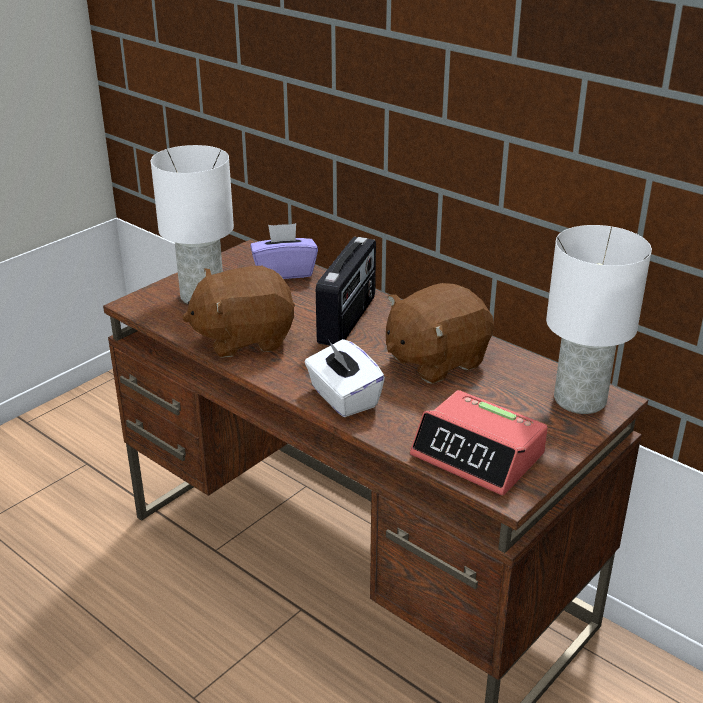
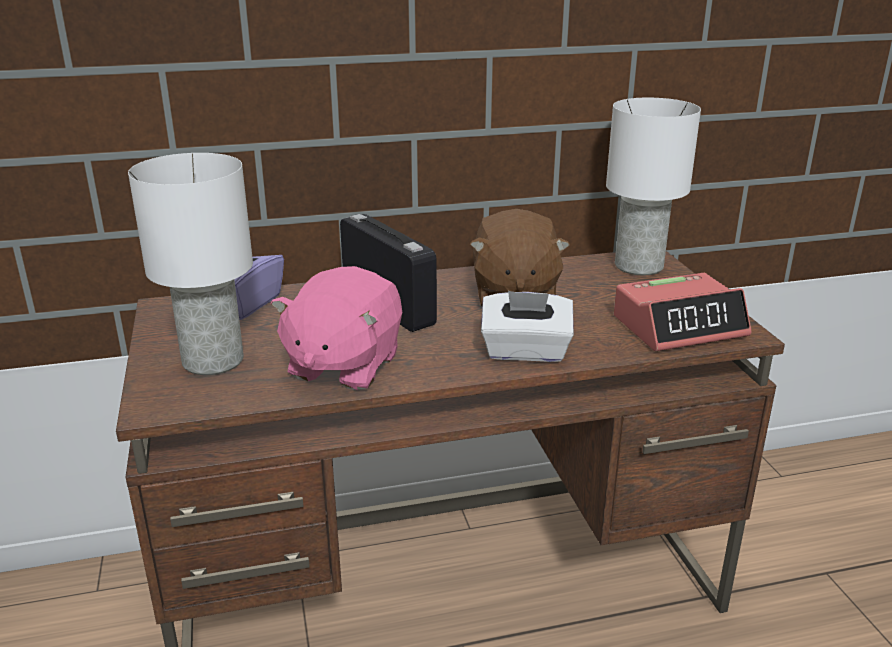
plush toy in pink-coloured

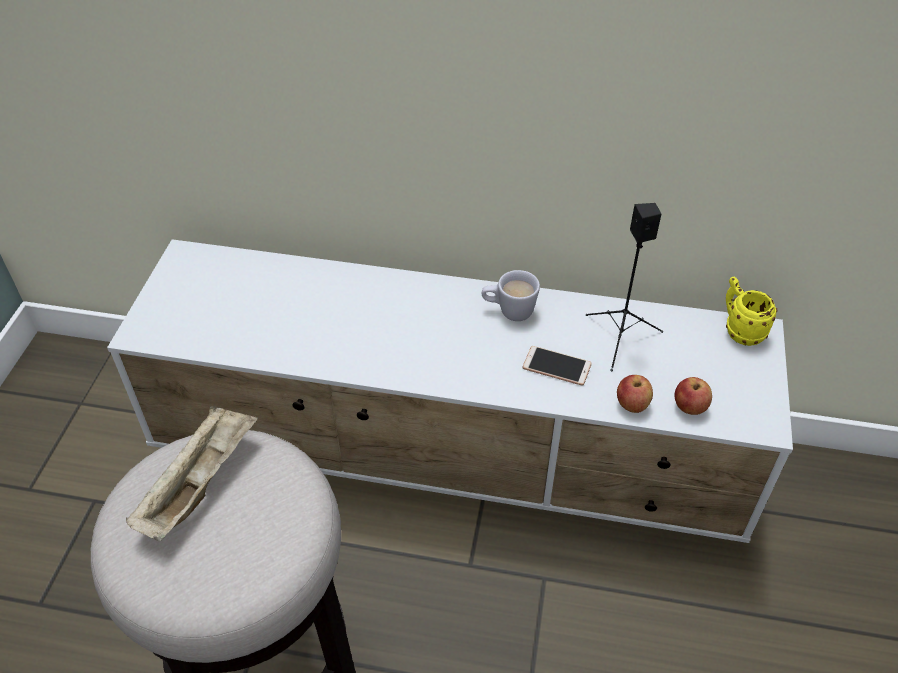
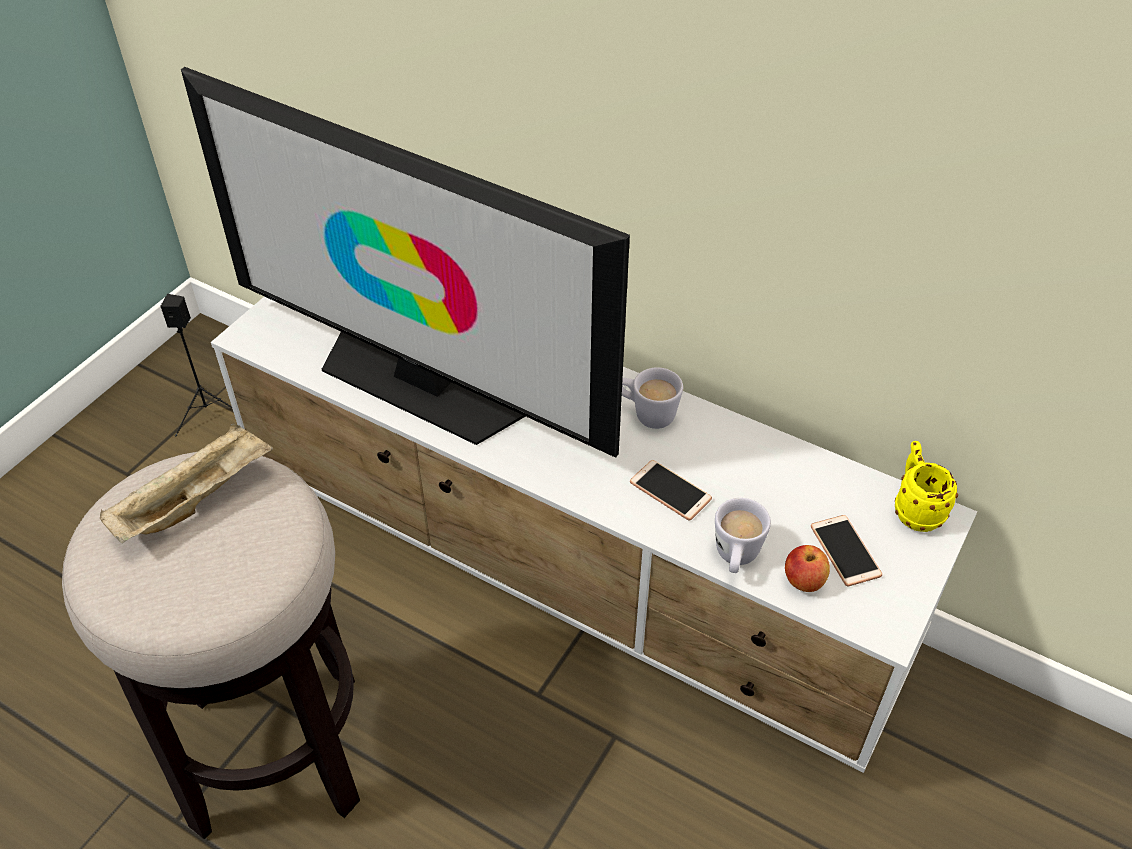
TV set
handset (no. 2 from left)
audio speaker in black
mug in whitish (no. 2 from left)

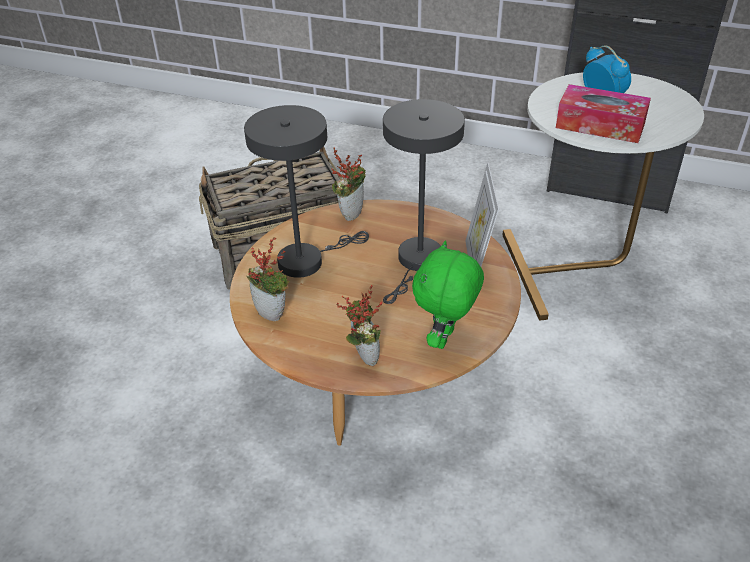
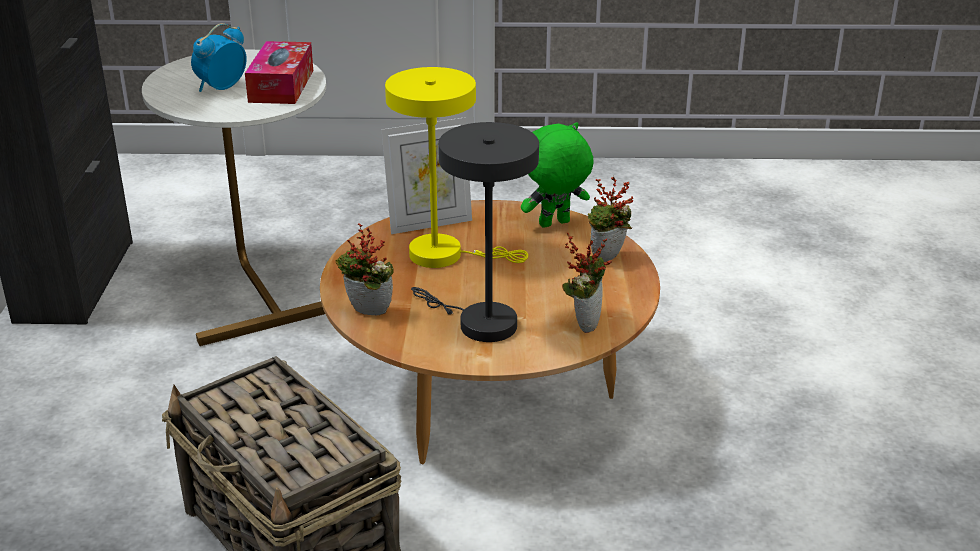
table lamp in yellow
plush toy in greenish

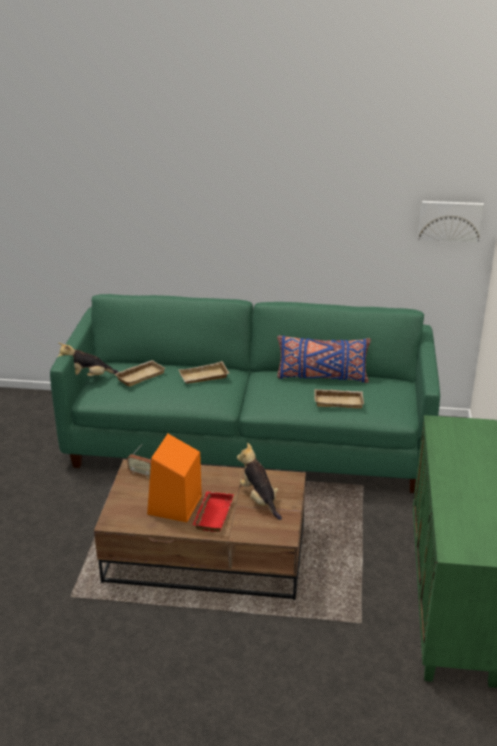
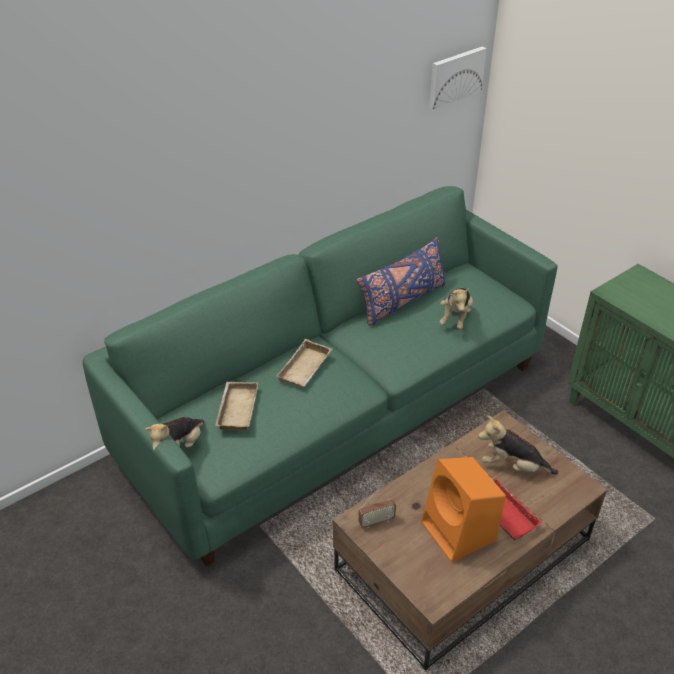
plush toy (no. 2 from left)

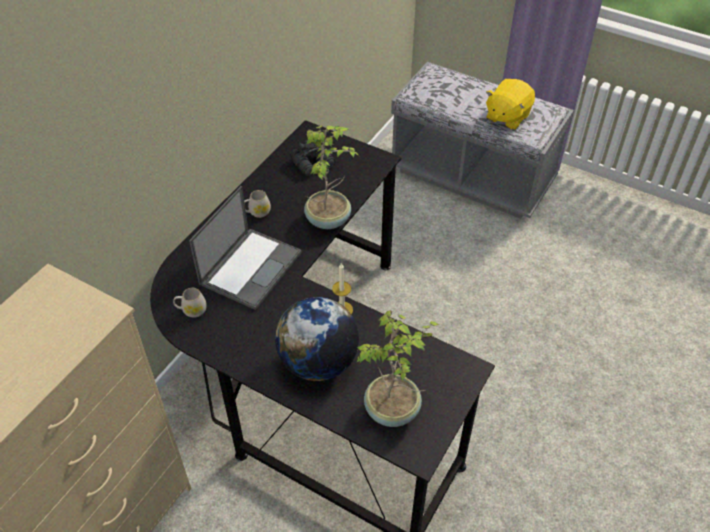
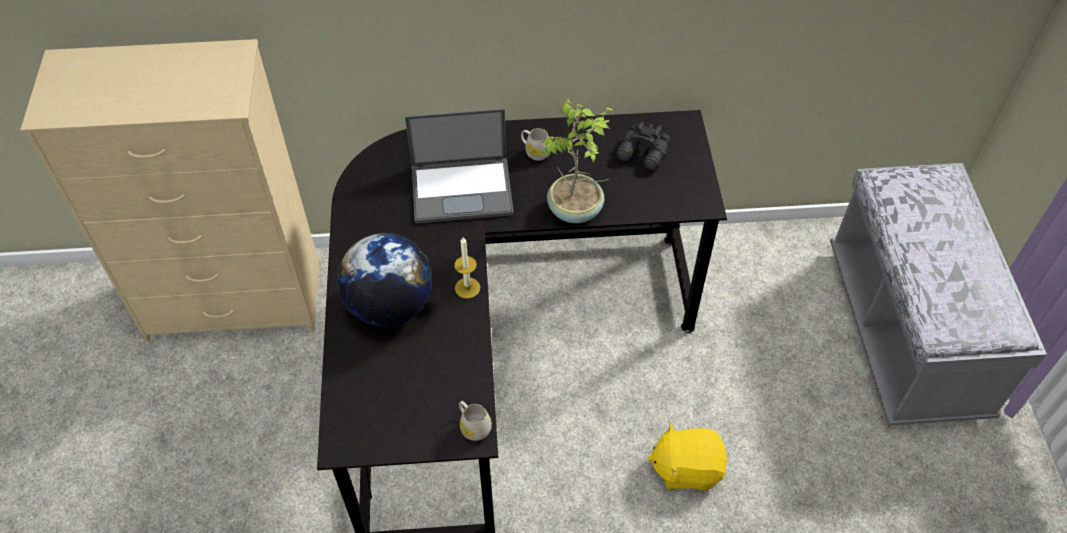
potted plant (no. 2 from left in the first image)
mug in whitish (no. 1 from left)
plush toy in yellow

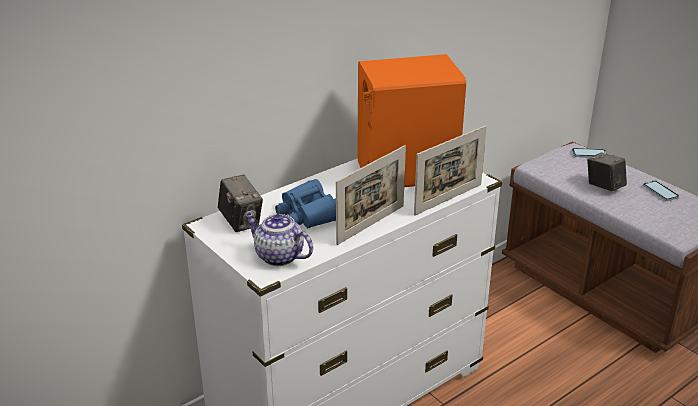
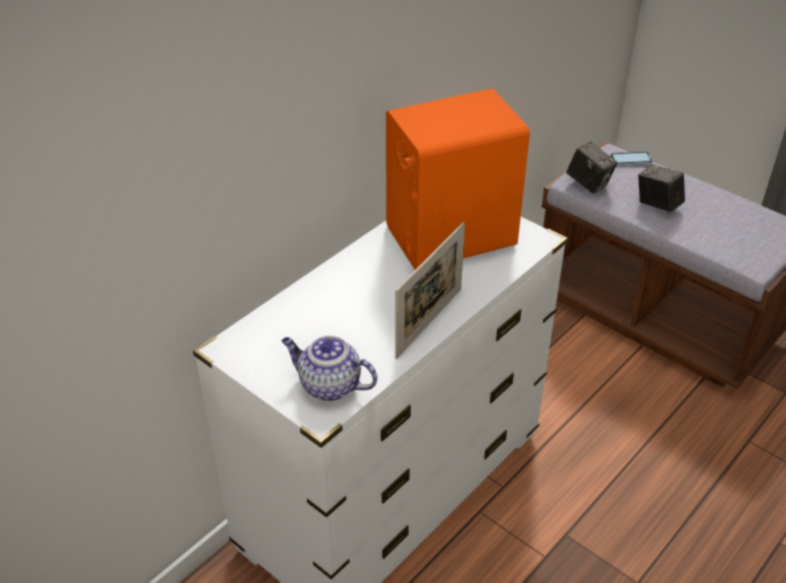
field glasses in blue
photo frame (no. 2 from left in the first image)
handset (no. 2 from left in the first image)
photo camera (no. 1 from left)

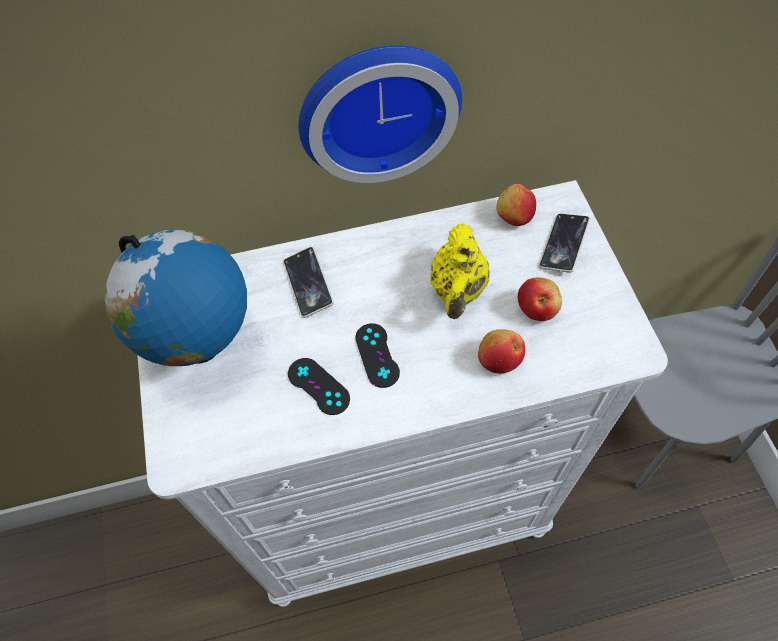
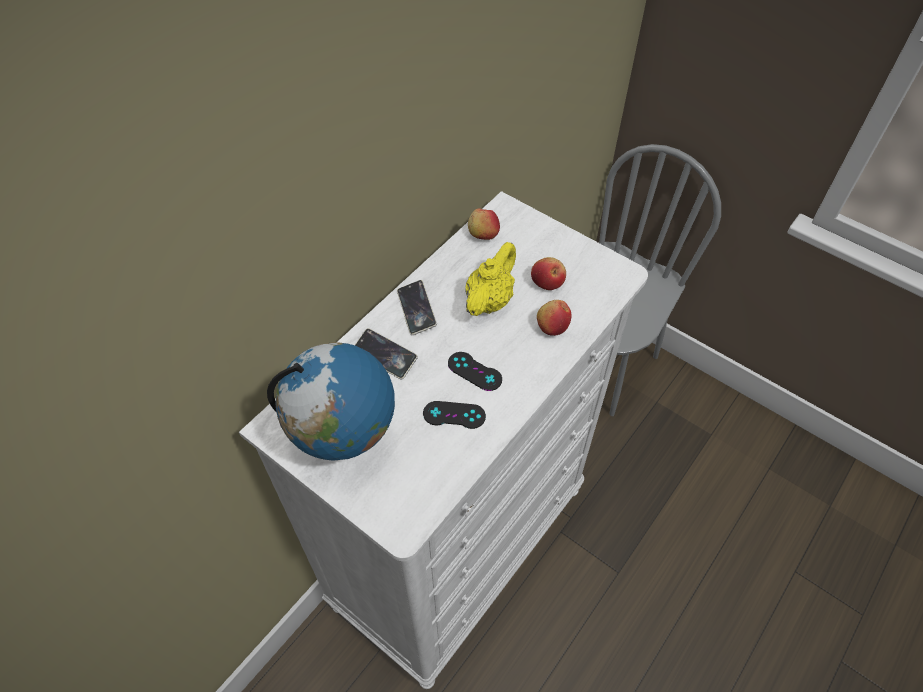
hanging clock
handset (no. 2 from left)
tea pot in yellow

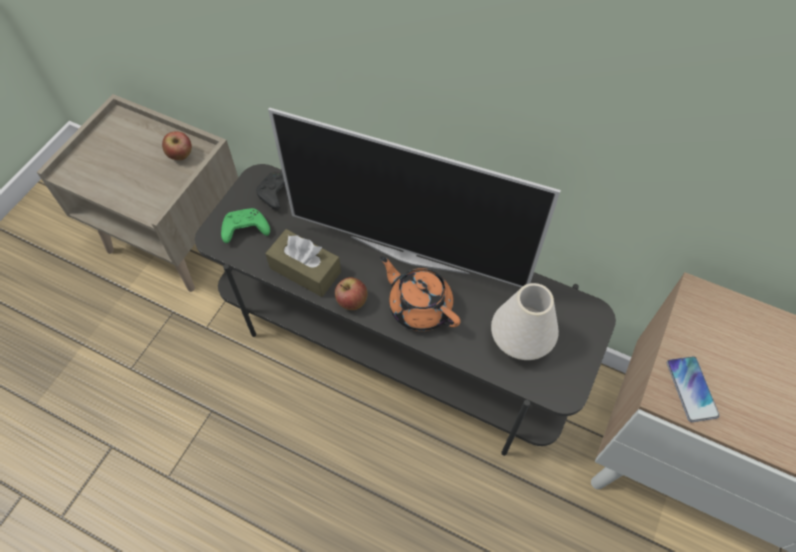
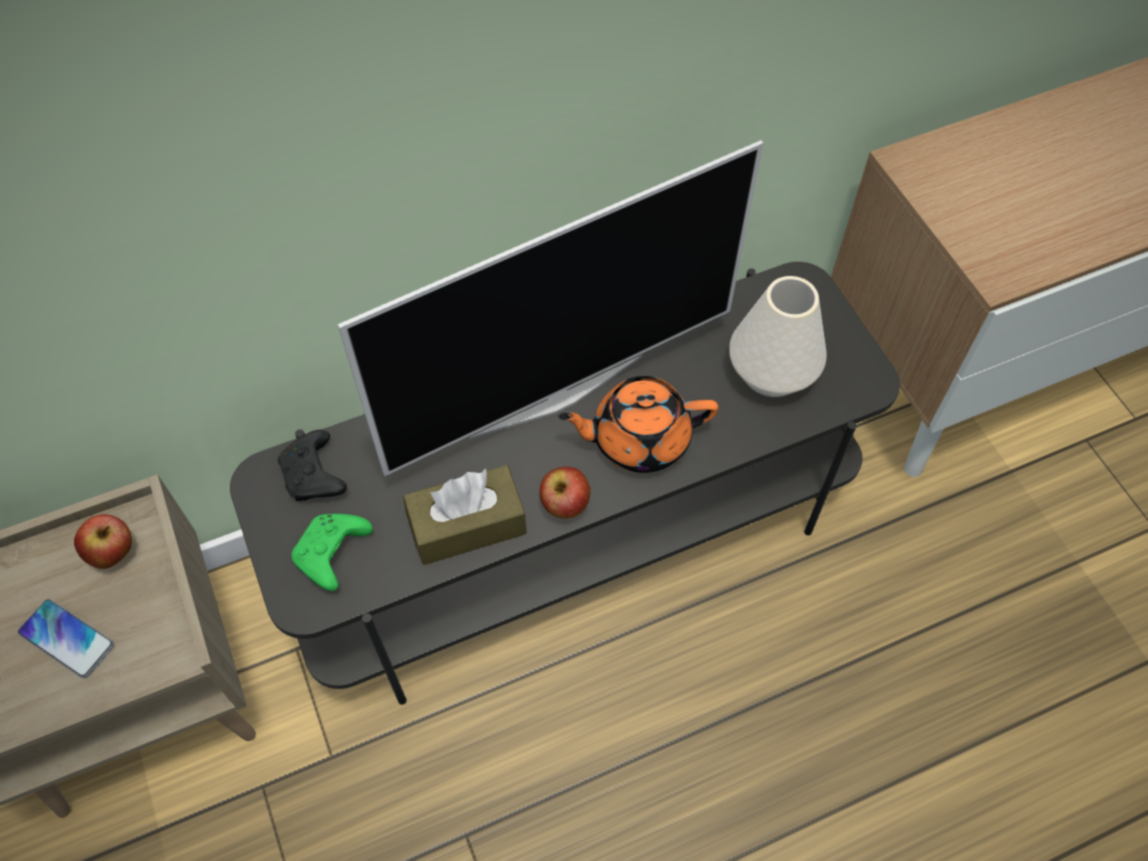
handset

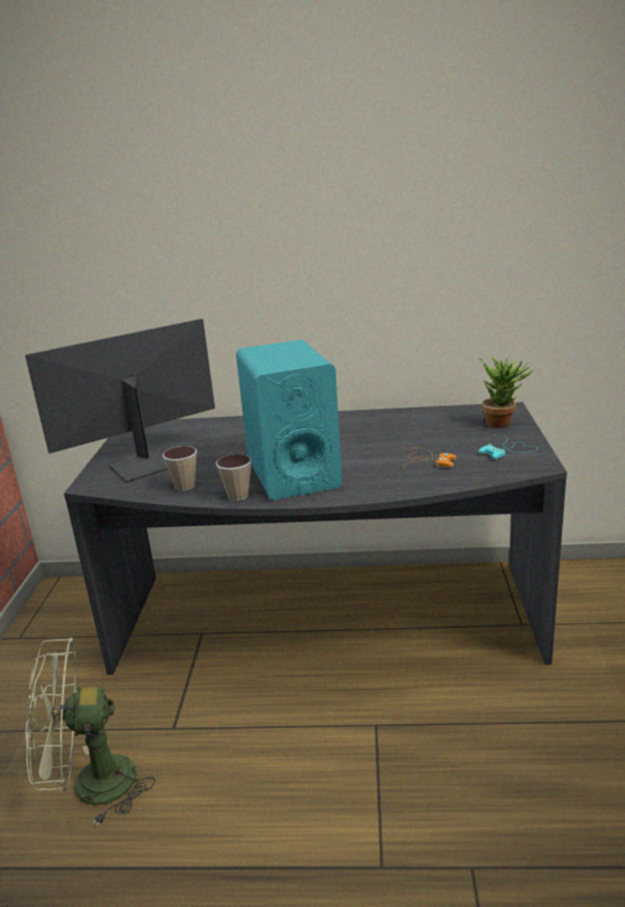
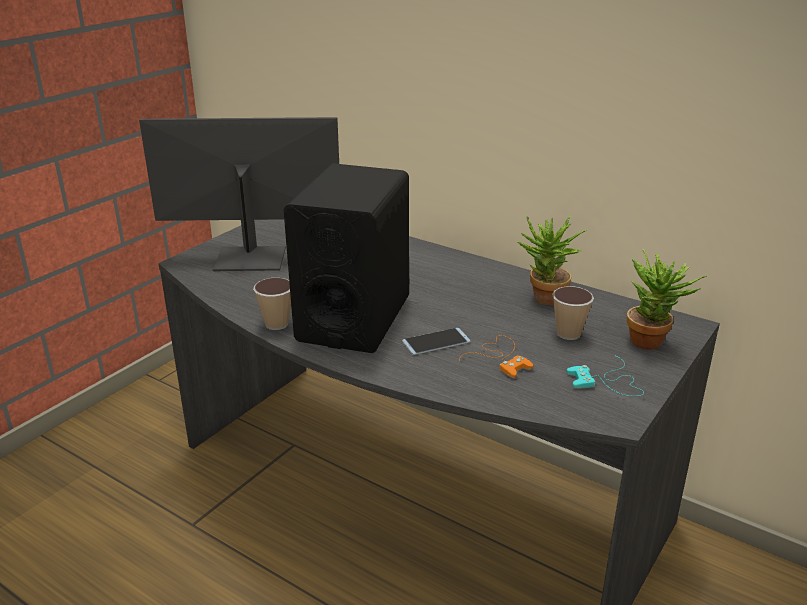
fan in greenish
handset
potted plant (no. 1 from left)
cup (no. 2 from left)
audio speaker in black

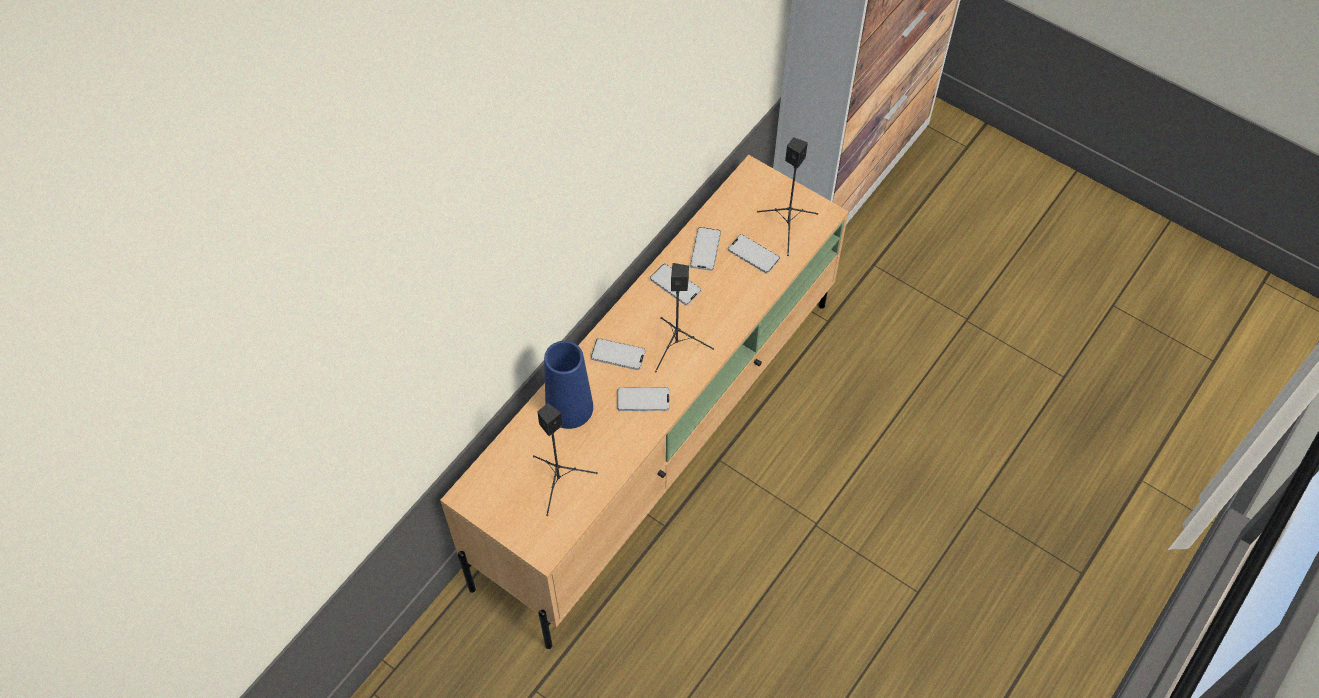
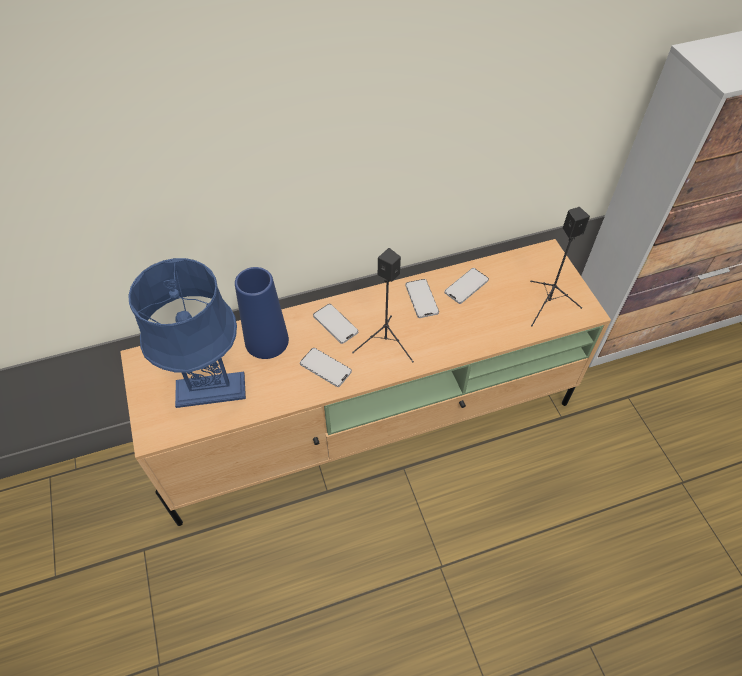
handset (no. 5 from left in the first image)
table lamp in blue

